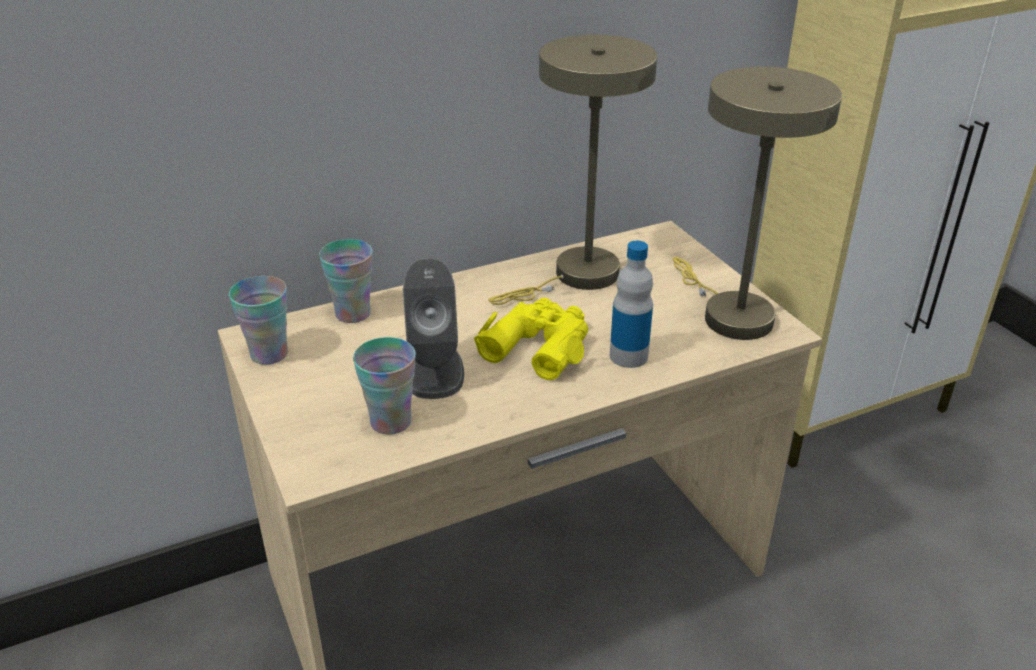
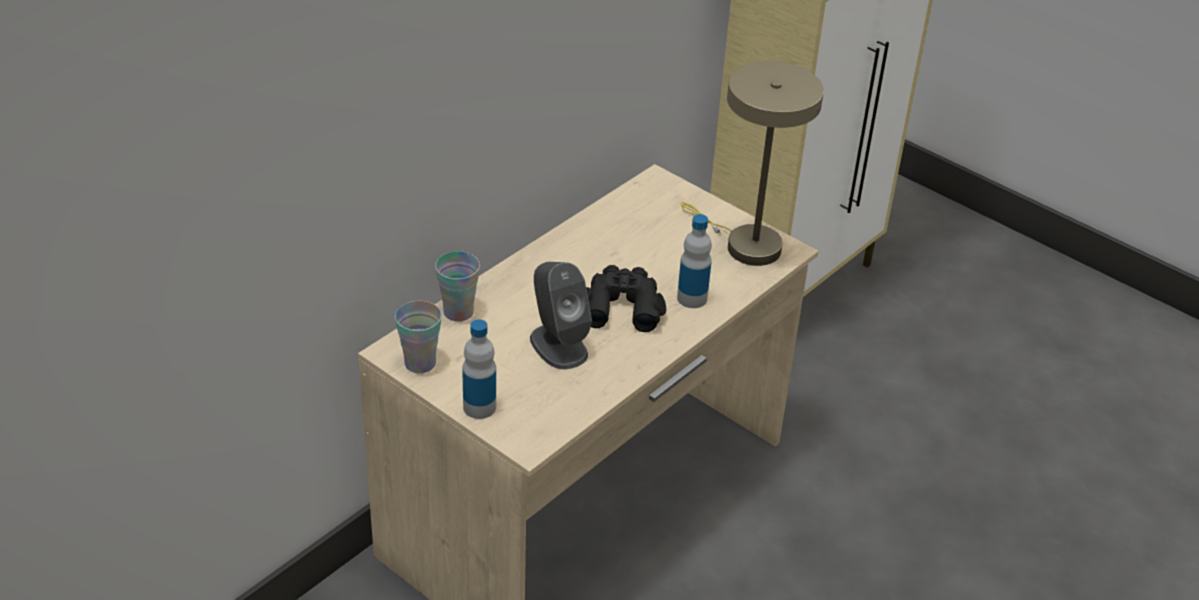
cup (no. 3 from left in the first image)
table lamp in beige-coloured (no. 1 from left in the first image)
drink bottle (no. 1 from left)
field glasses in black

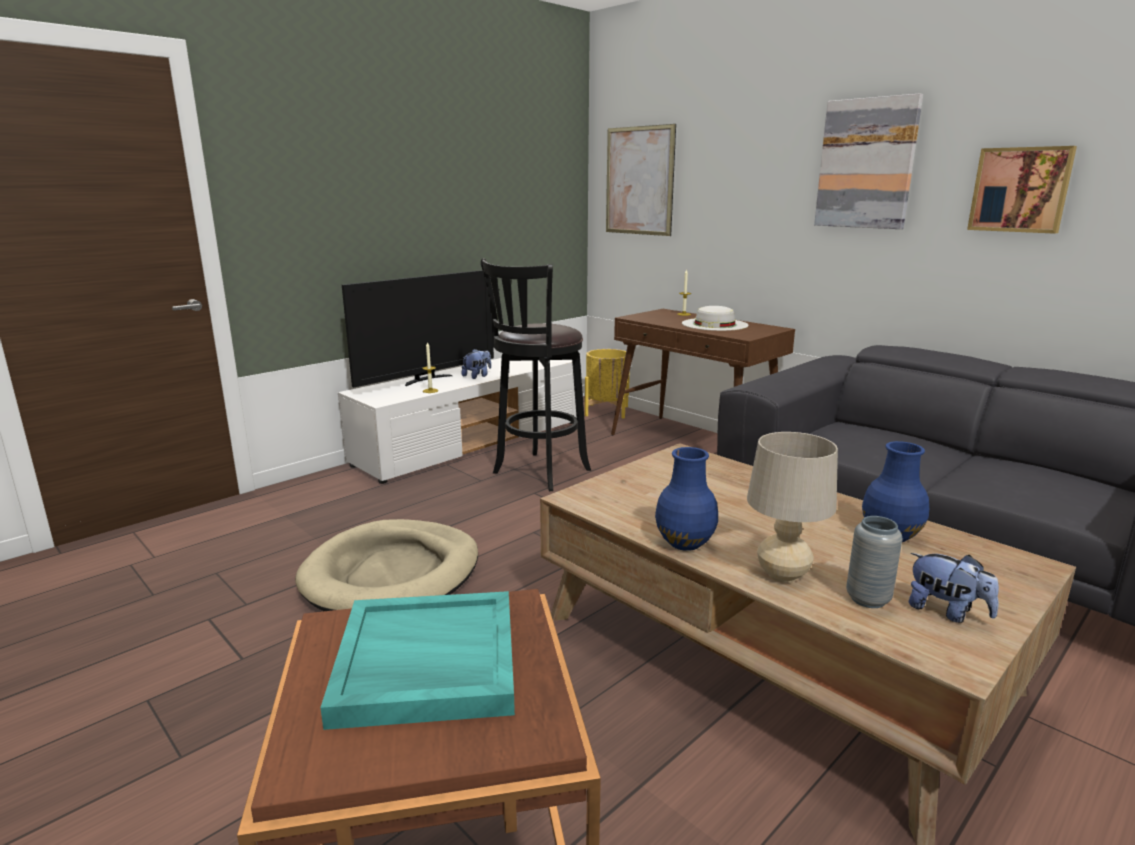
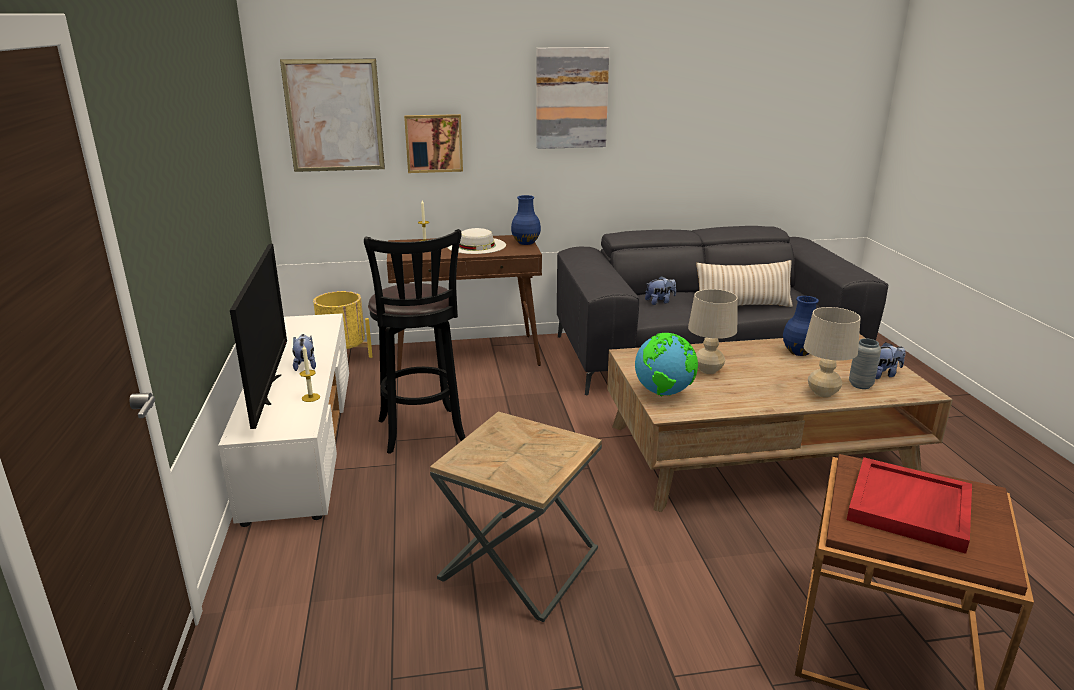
globe
plush toy (no. 2 from left)
table lamp in beige-coloured (no. 1 from left)
pillow in beige-coloured
vase in blue (no. 1 from left)
wall picture (no. 2 from left)
side table in brownish (no. 1 from left)
carrying tray in reddish

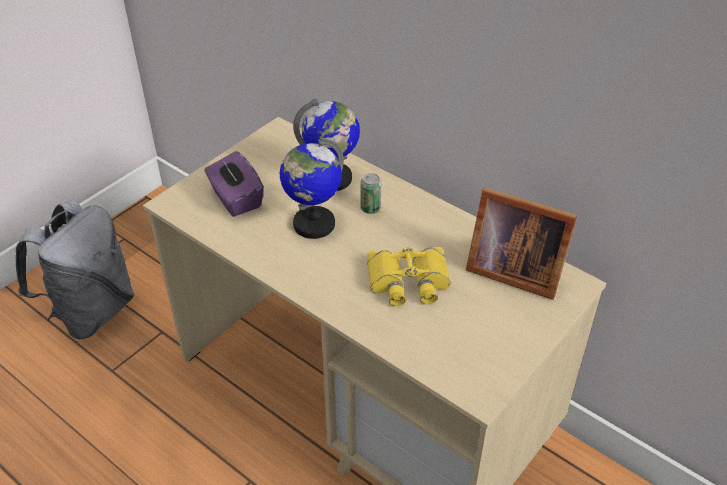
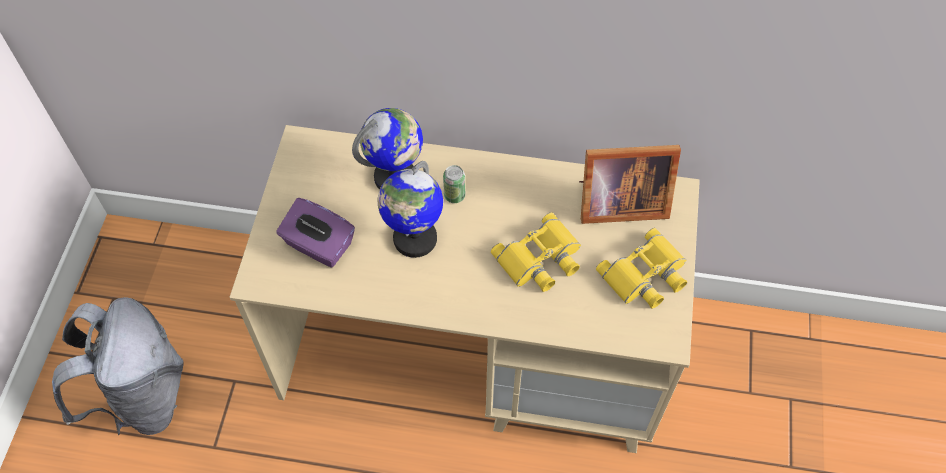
field glasses in yellow (no. 2 from left)

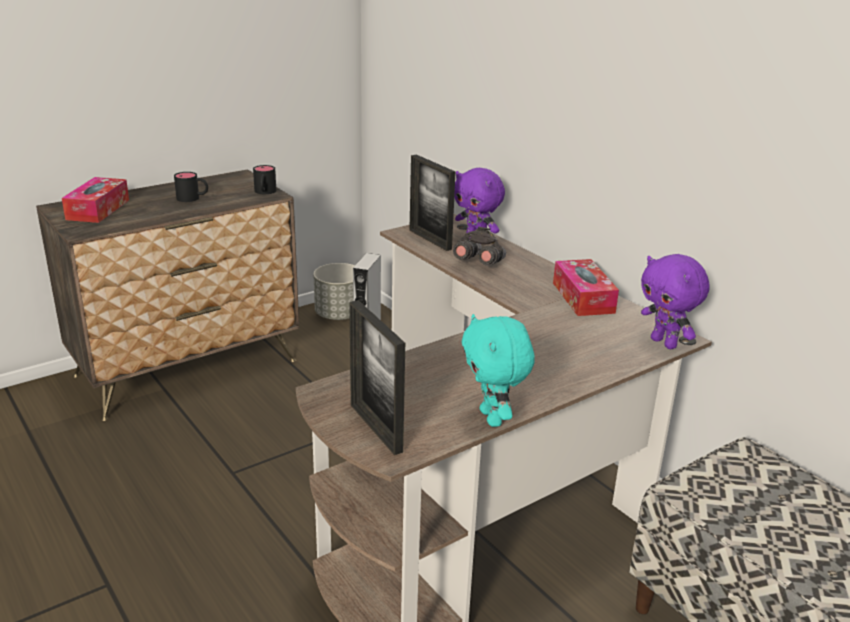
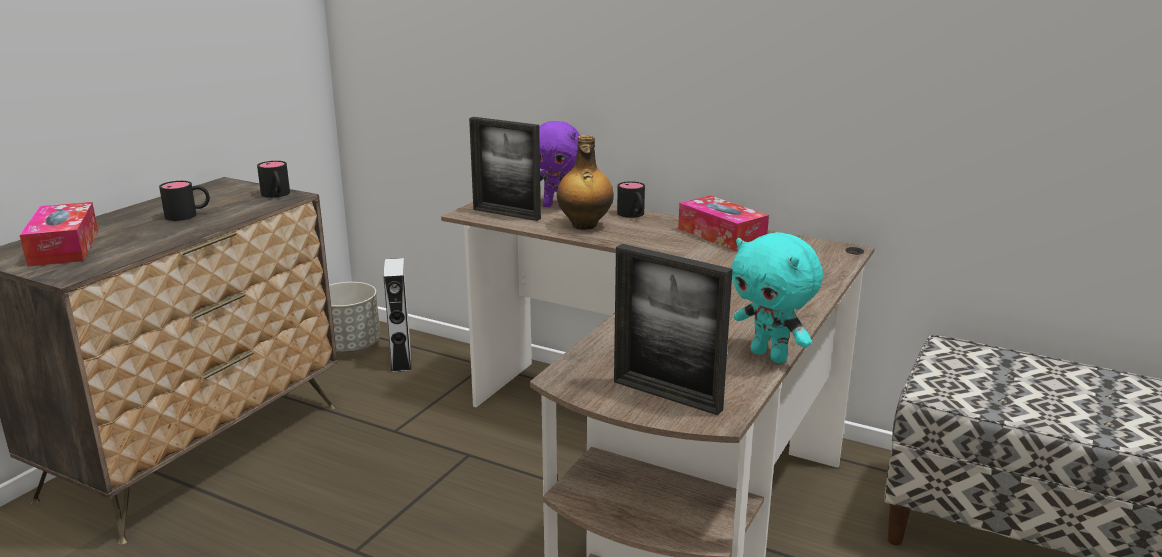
plush toy in purple-coloured (no. 2 from left in the first image)
mug in black (no. 3 from left)
drink bottle

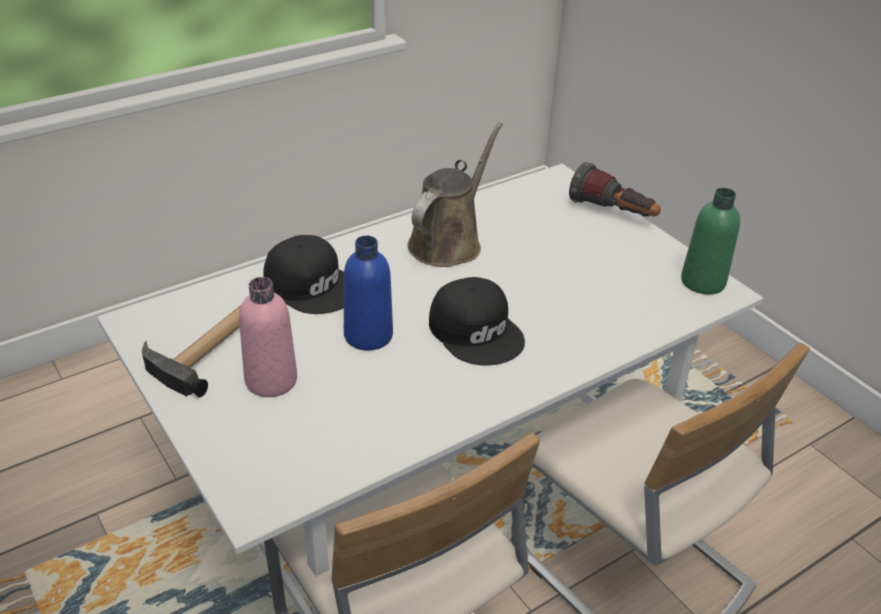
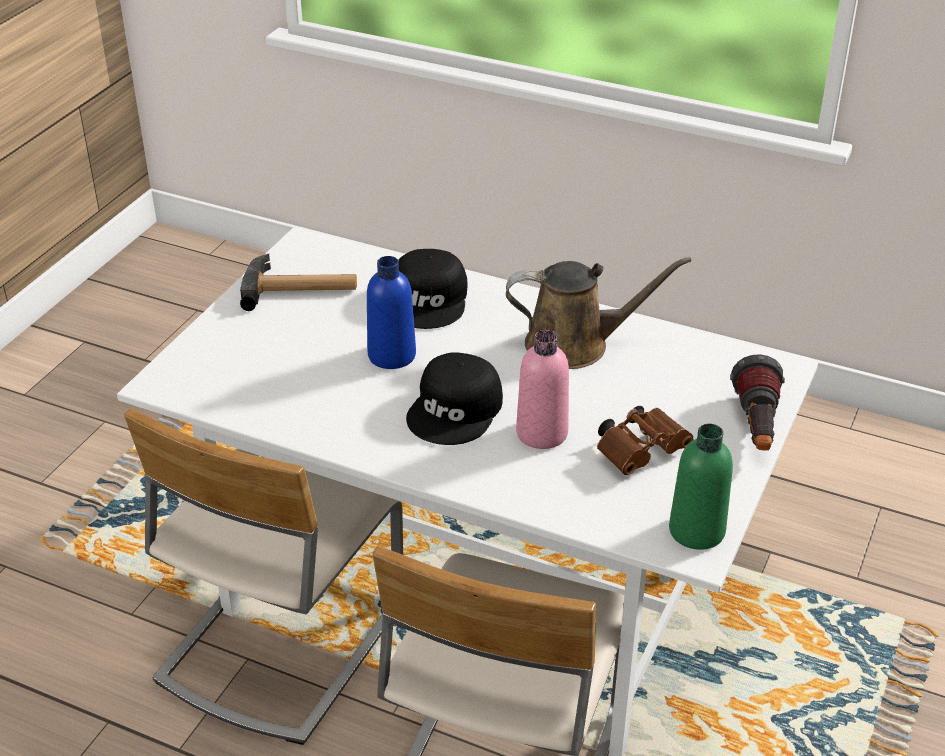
field glasses in brownish
drink bottle in pink-coloured

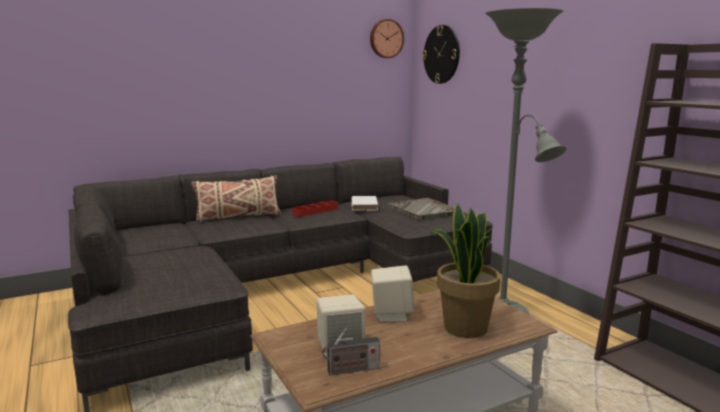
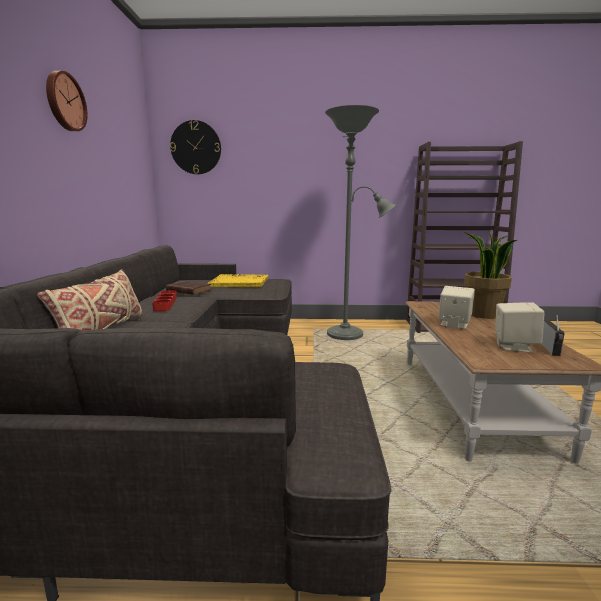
hanging clock (no. 1 from left)
book in brownish
carrying tray in yellow

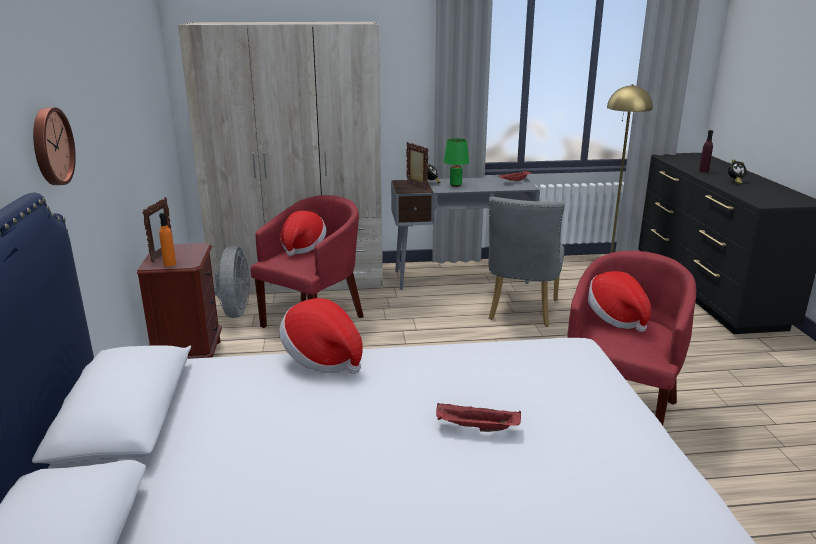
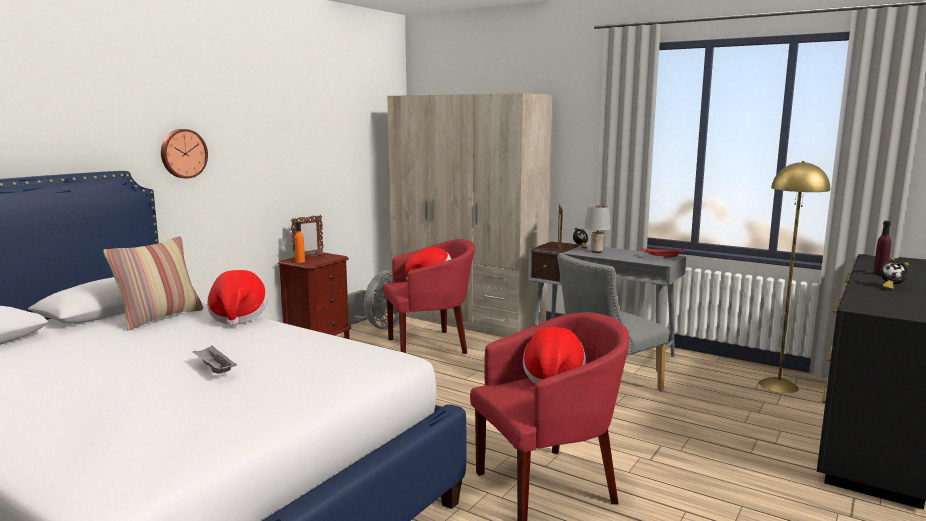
pillow
carrying tray in greyish
table lamp in greyish

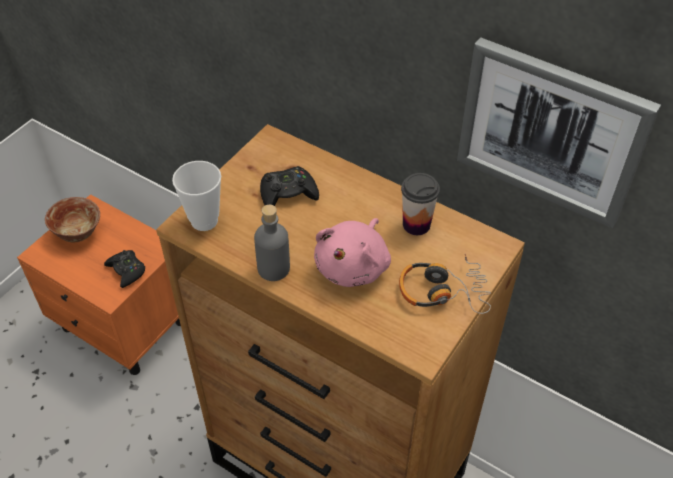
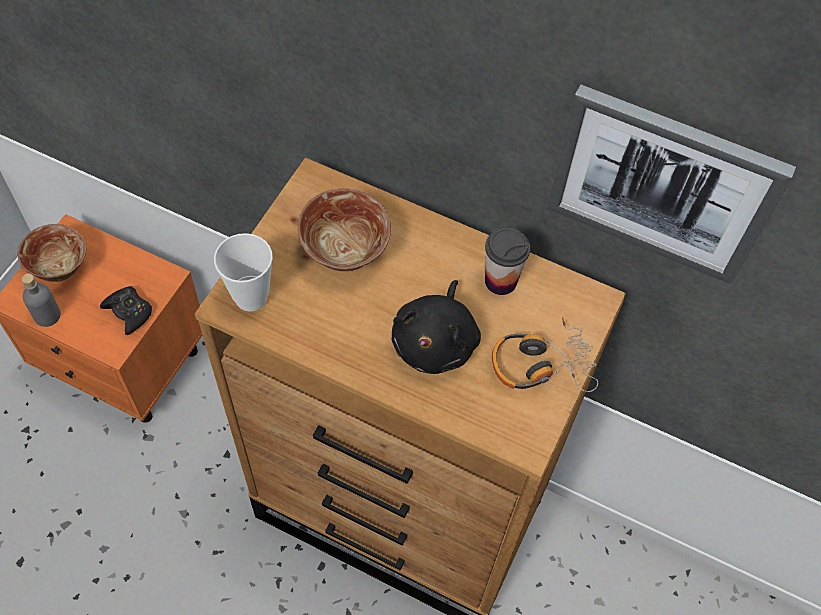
drink bottle in greyish
bowl (no. 2 from left)
plush toy in black

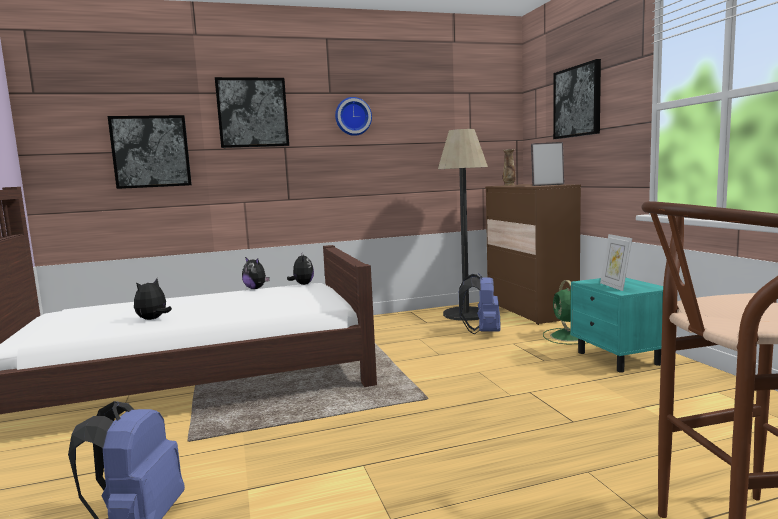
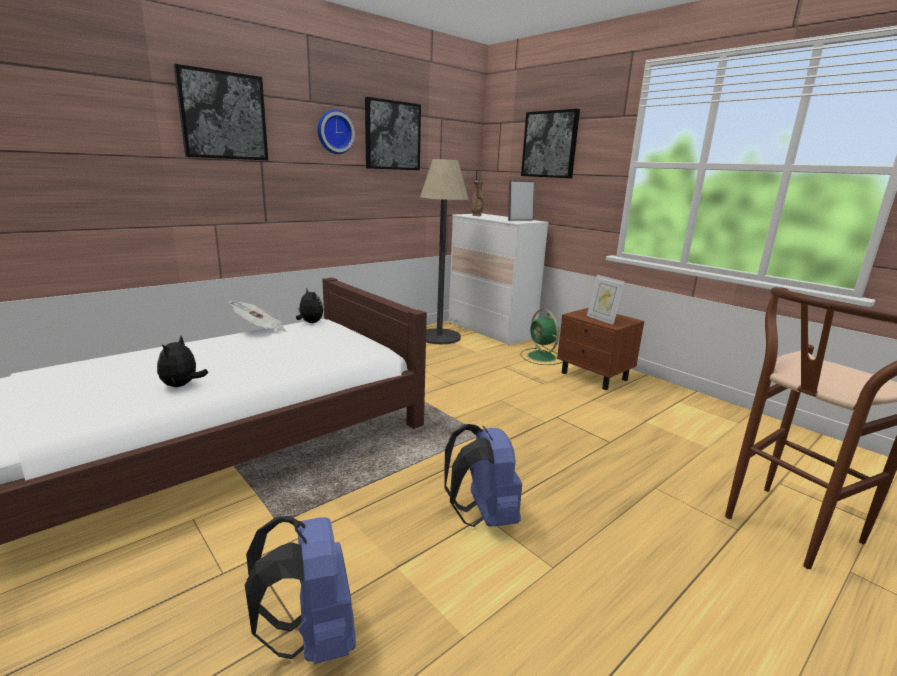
wall picture (no. 2 from left)
knapsack in blue (no. 2 from left)
daily paper
dresser in whitish
nightstand in brownish

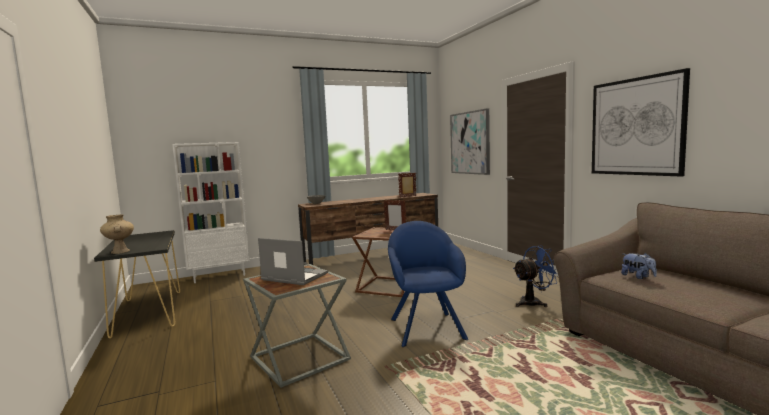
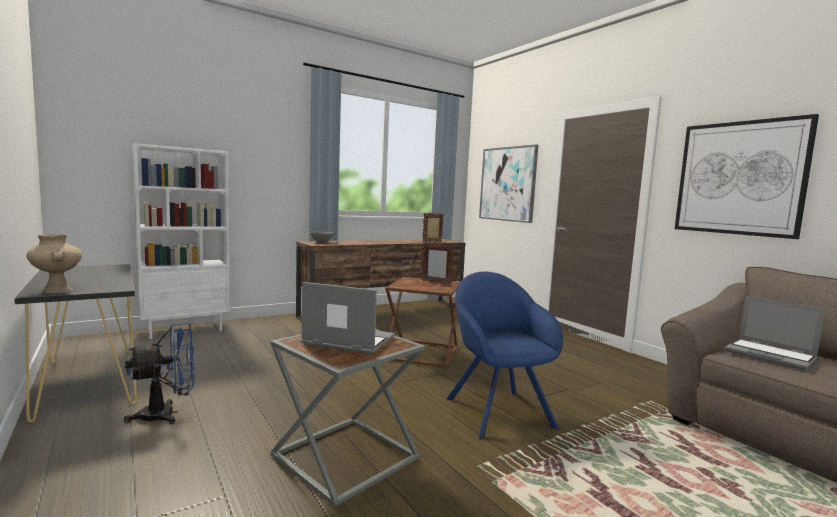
fan in blue
notebook computer (no. 2 from left)

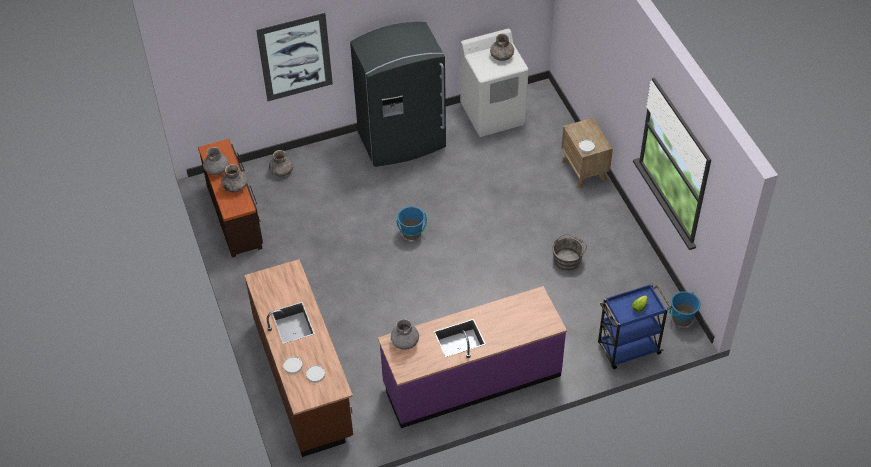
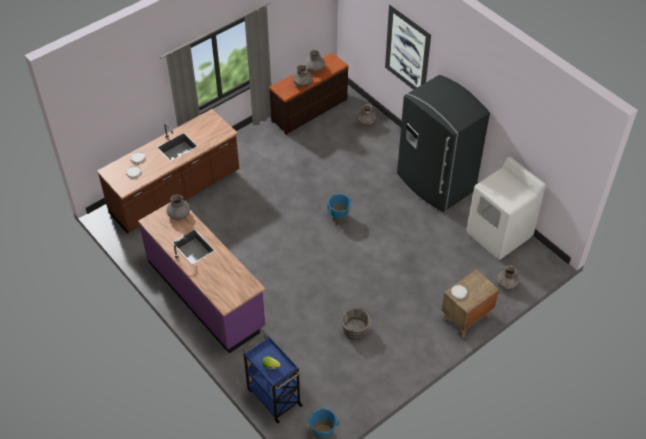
vase in greyish (no. 5 from left)

